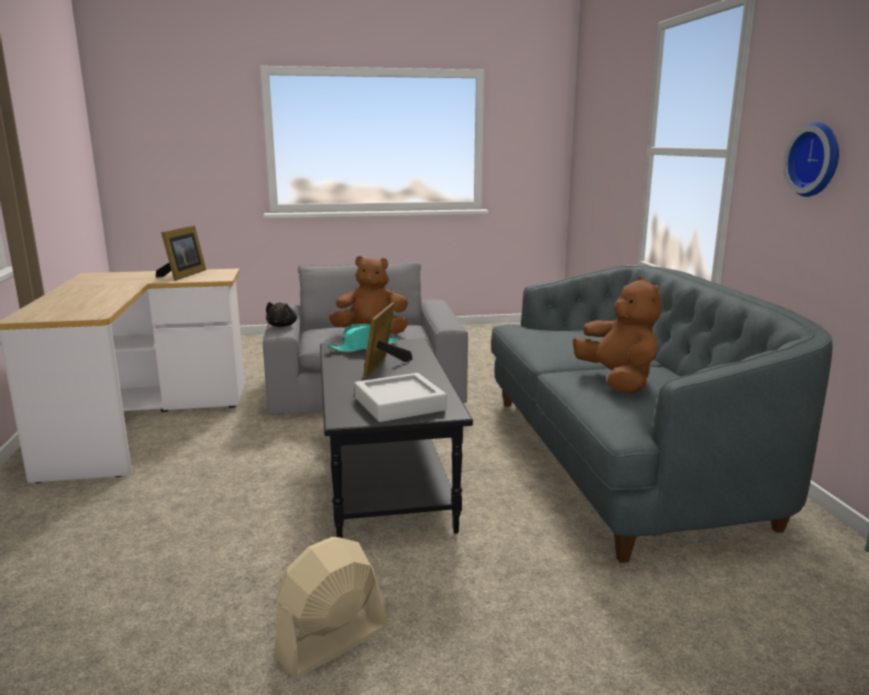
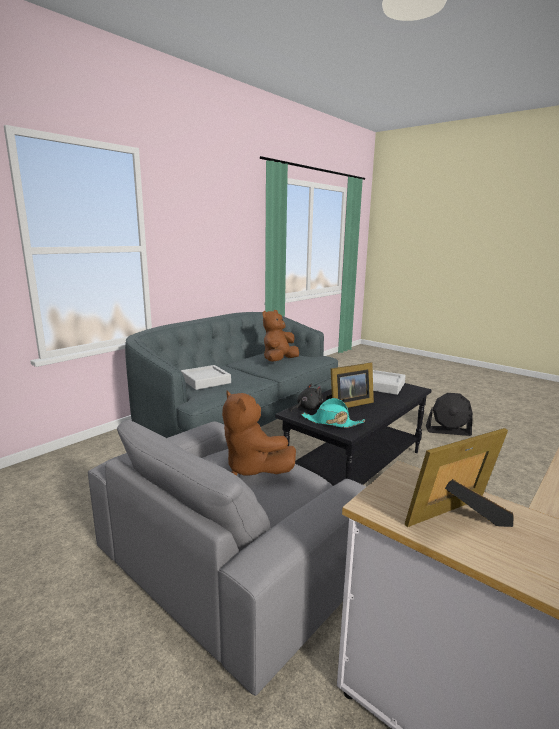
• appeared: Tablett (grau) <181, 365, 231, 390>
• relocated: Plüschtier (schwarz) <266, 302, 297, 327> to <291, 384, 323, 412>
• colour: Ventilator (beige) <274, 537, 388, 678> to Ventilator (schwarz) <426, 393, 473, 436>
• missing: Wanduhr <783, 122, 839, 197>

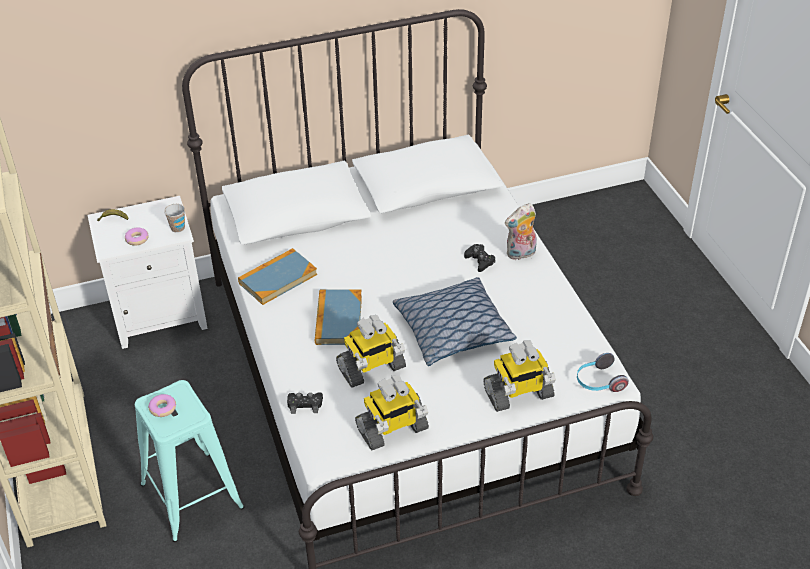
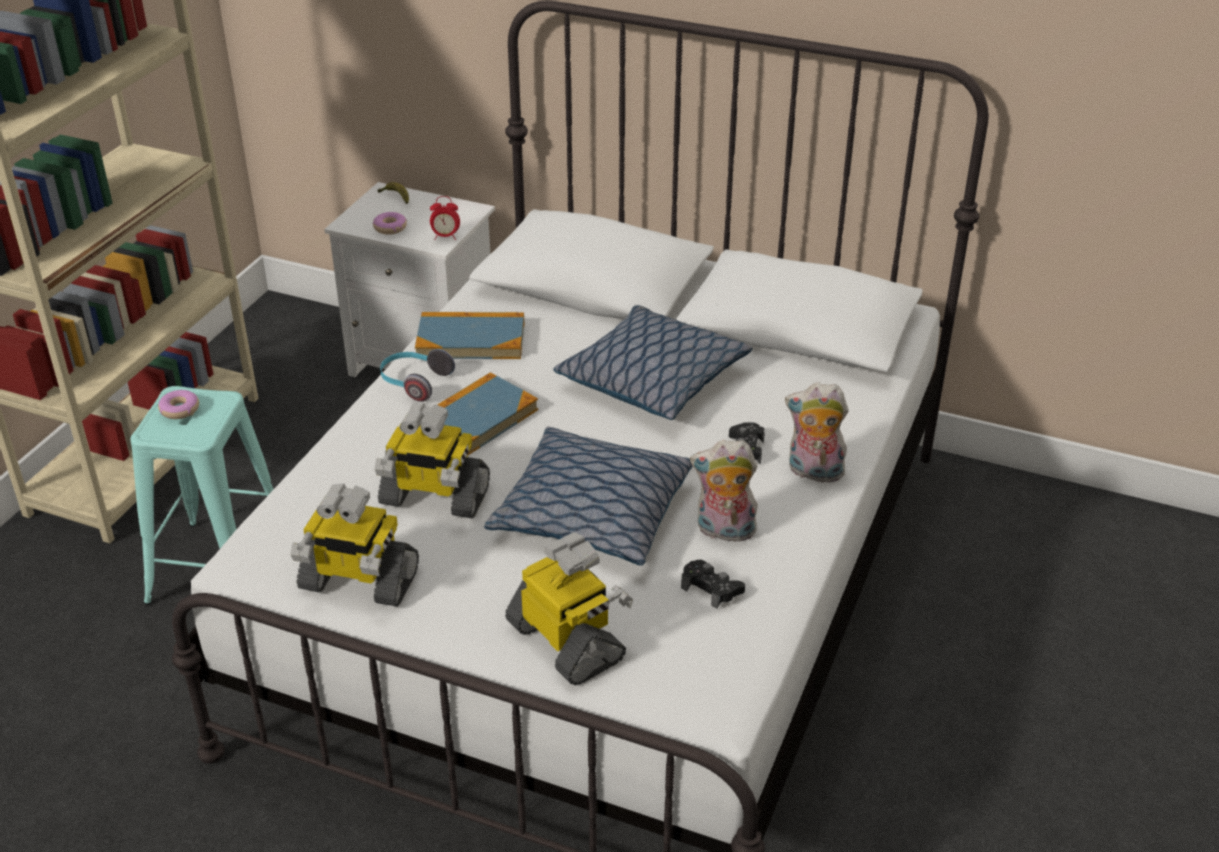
• relocated: Kopfhörer <577, 353, 629, 392> to <380, 349, 455, 402>
• exchanged: Tasse <164, 204, 185, 233> to Wecker <430, 196, 460, 240>
• spun: Spielzeugroboter <483, 341, 556, 412> = <505, 532, 633, 685> 150 degrees counterclockwise
• appeared: Kissen <553, 305, 752, 420>
• relocated: Gamepad (schwarz) <287, 392, 323, 414> to <681, 560, 745, 609>
• appeared: Plüschtier <690, 440, 758, 542>

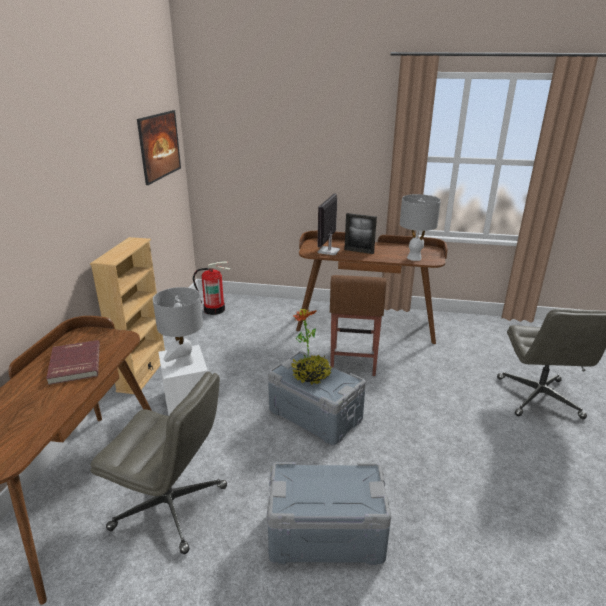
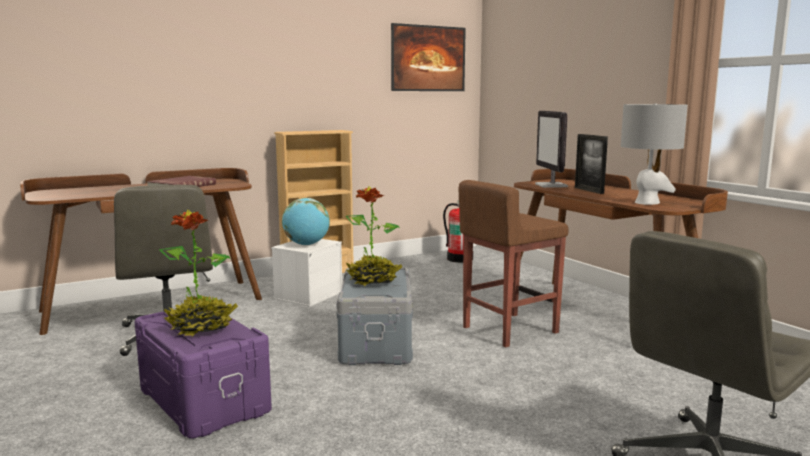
• colour: Aufbewahrungsbox (grau) <267, 462, 391, 565> to Aufbewahrungsbox (lila) <135, 311, 272, 438>
• appeared: Topfpflanze <159, 210, 238, 337>
• exchanged: Tischlampe (grau) <153, 287, 203, 366> to Globus <282, 198, 330, 245>
• spun: Monitor <318, 194, 340, 255> = <535, 111, 568, 188> 75 degrees counterclockwise

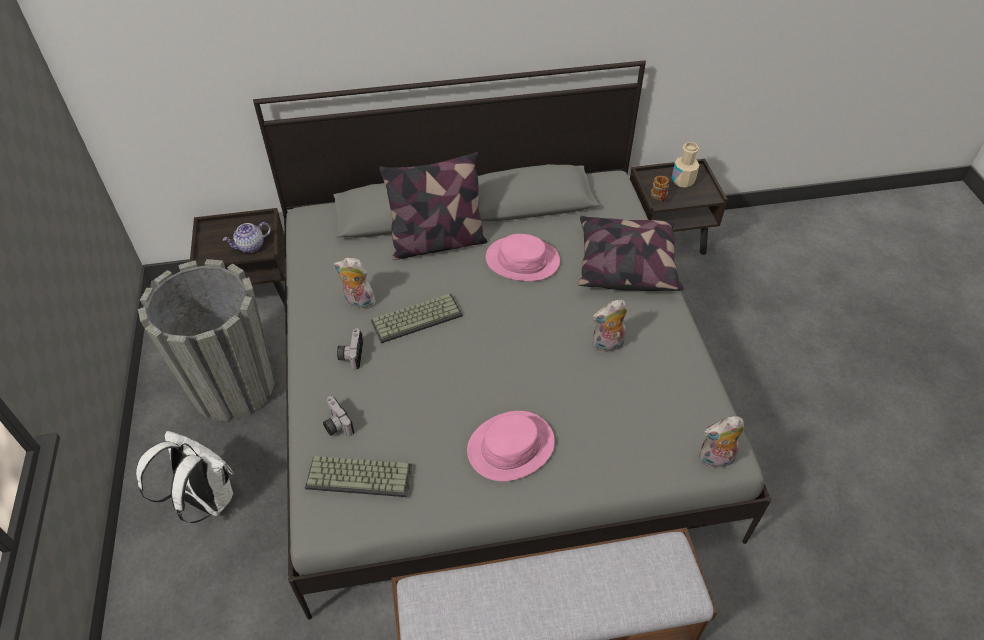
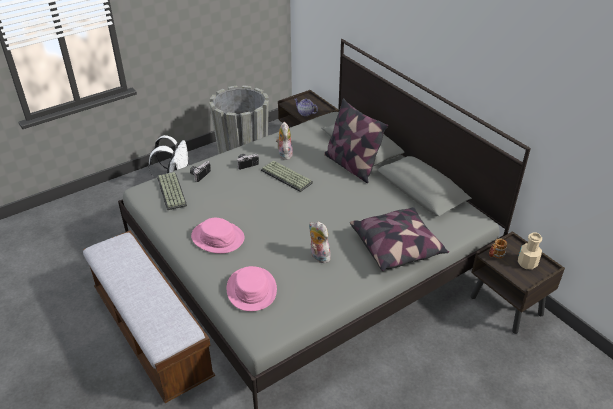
• relocated: Hut (rosa) <486, 234, 560, 281> to <227, 266, 277, 311>
• missing: Plüschtier <699, 416, 744, 468>

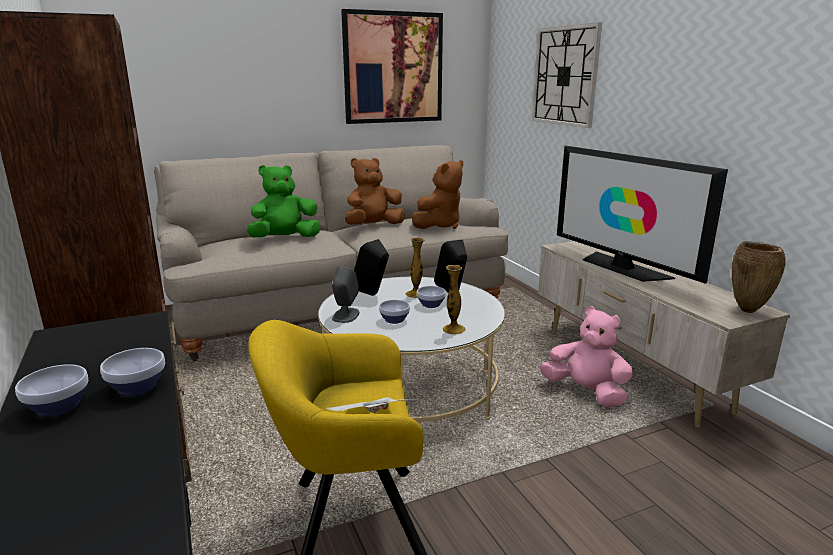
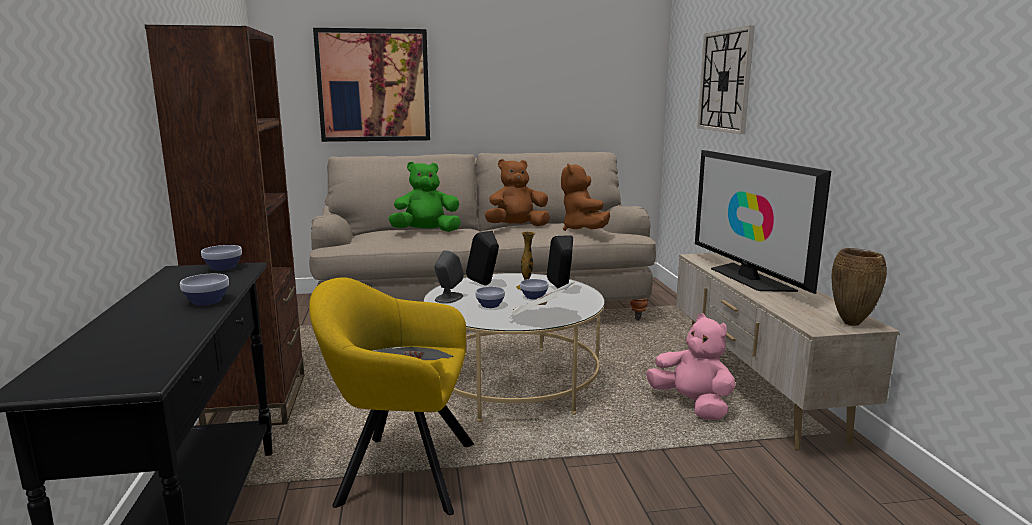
• relocated: Schüssel <15, 364, 88, 417> to <201, 245, 242, 271>
• relocated: Bild <341, 9, 443, 124> to <313, 28, 430, 142>
• exchanged: Vase <443, 265, 466, 335> to Zeitung <509, 281, 576, 318>
• spun: Plüschtier (braun) <412, 160, 463, 229> = <561, 163, 610, 231> 120 degrees clockwise

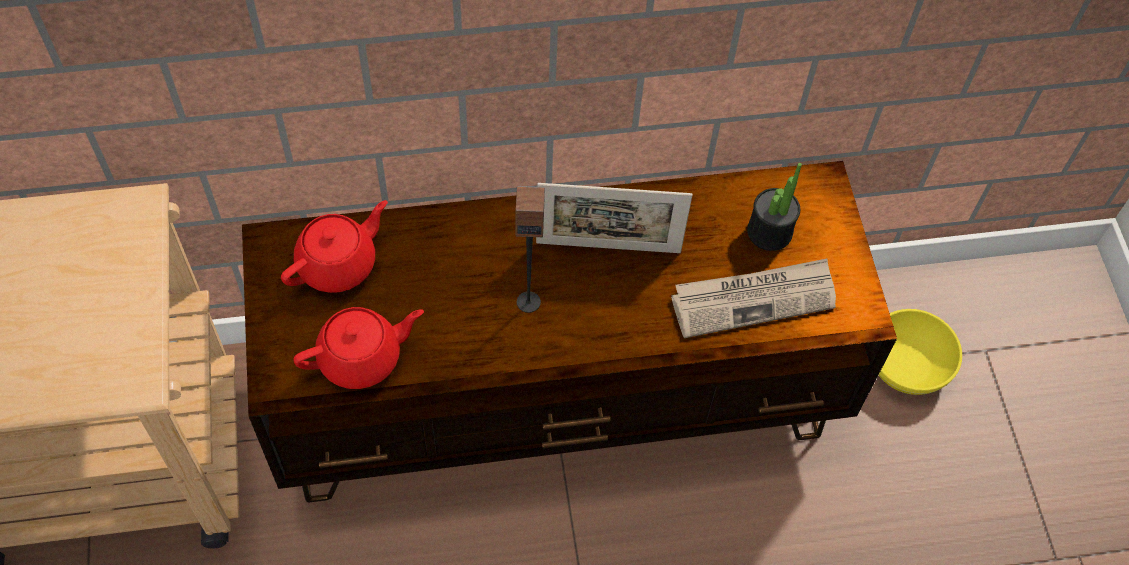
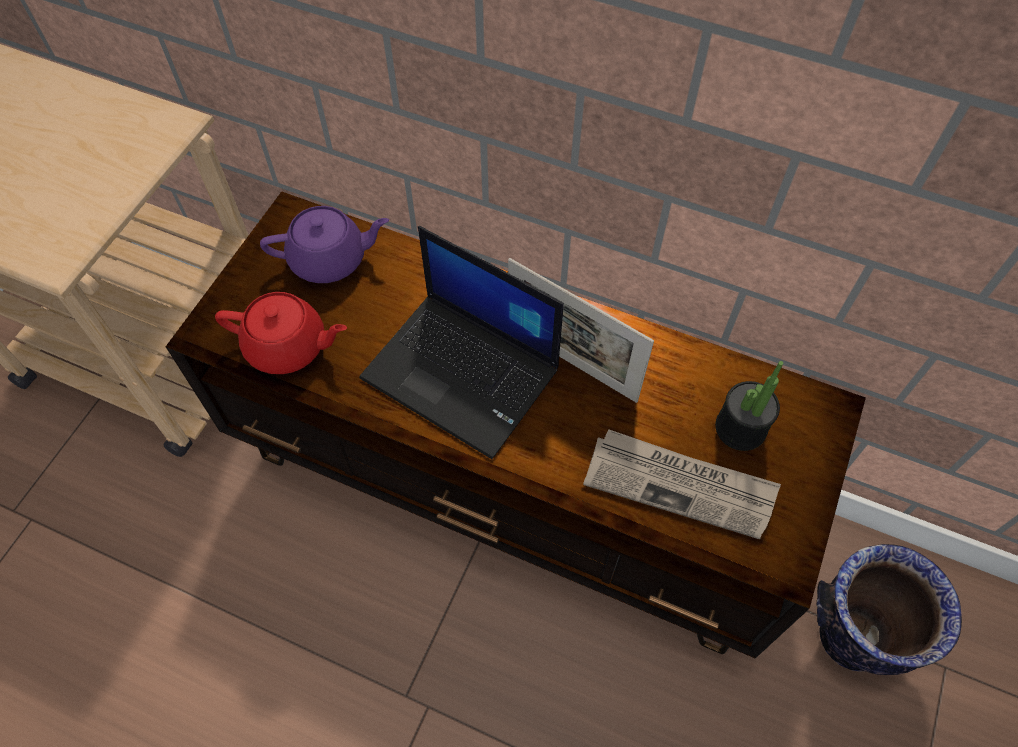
• colour: Teekanne (rot) <281, 200, 388, 293> to Teekanne (lila) <260, 206, 389, 283>
• exchanged: Lautsprecher <516, 186, 545, 313> to Laptop <359, 226, 564, 459>
• exchanged: Schüssel (gelb) <879, 309, 962, 395> to Vase <817, 544, 962, 675>

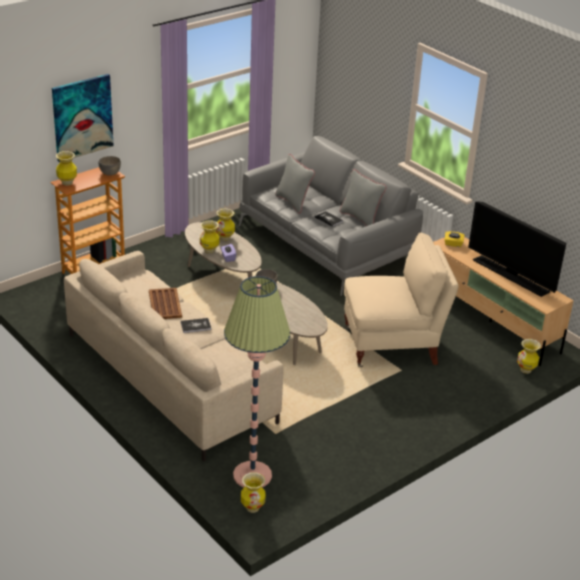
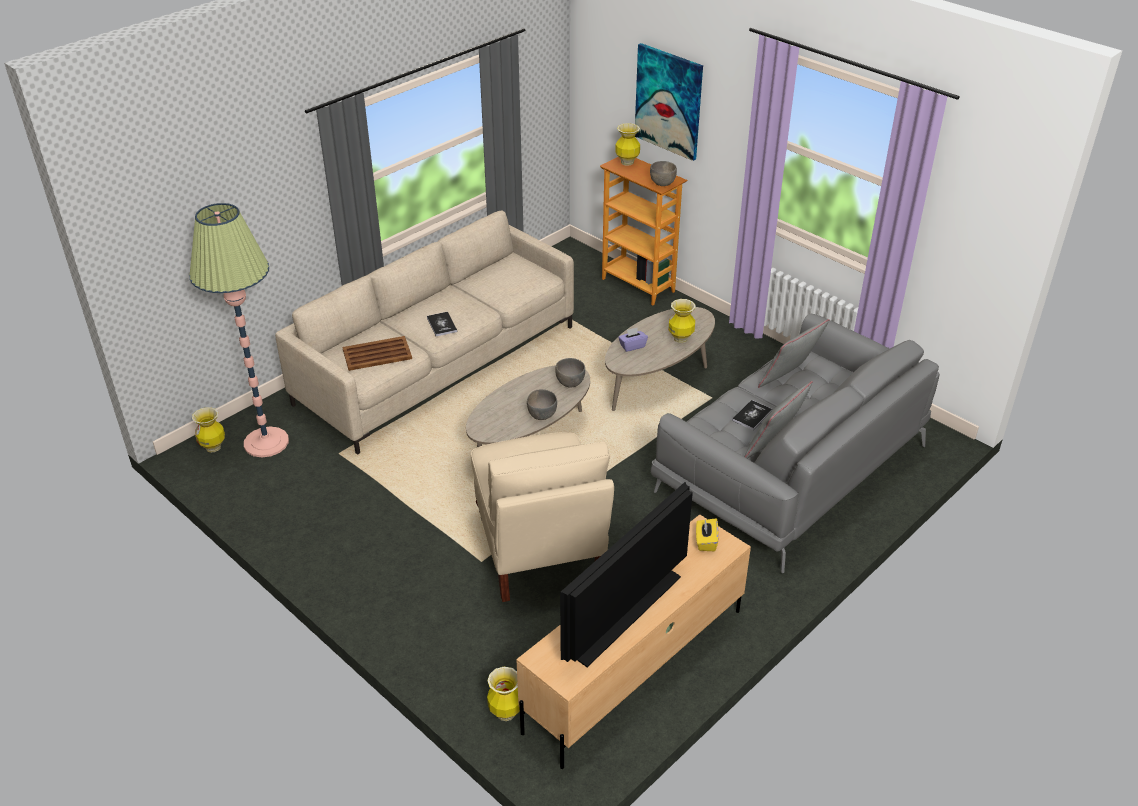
• relocated: Tablett (braun) <149, 288, 182, 319> to <342, 336, 412, 371>
• appeared: Schüssel (grau) <527, 389, 557, 420>
• missing: Vase <200, 220, 219, 253>

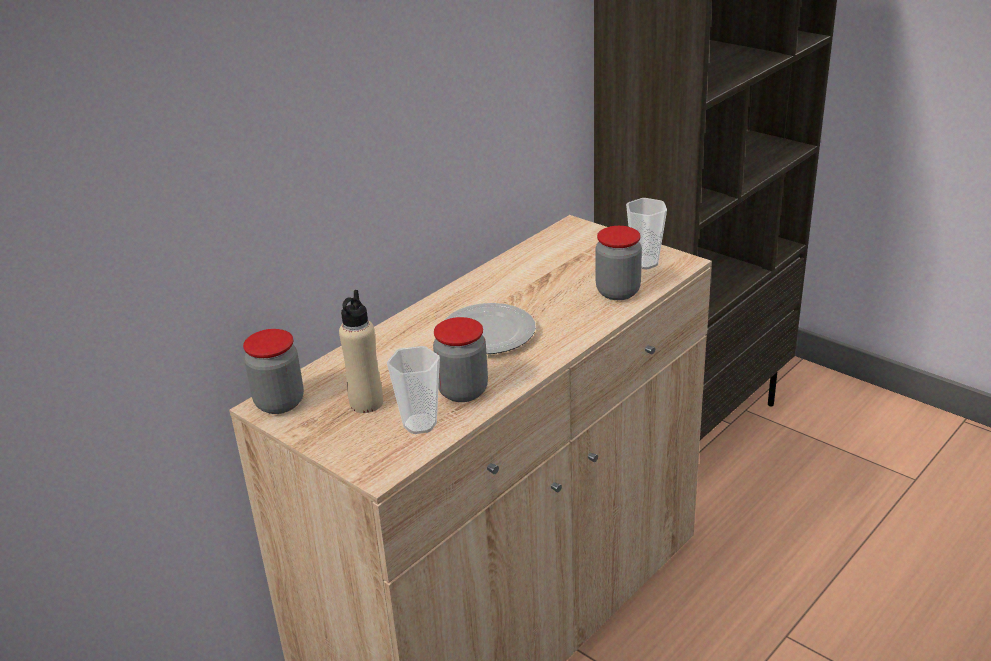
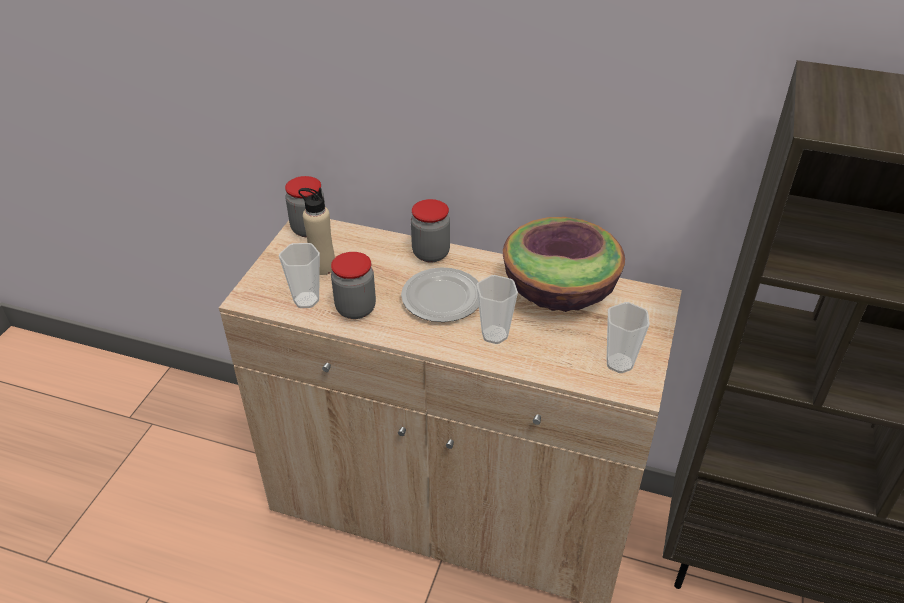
• relocated: Vorratsglas <596, 226, 642, 300> to <411, 199, 450, 263>
• appeared: Tasse <476, 275, 518, 344>
• appeared: Schüssel <503, 217, 625, 312>

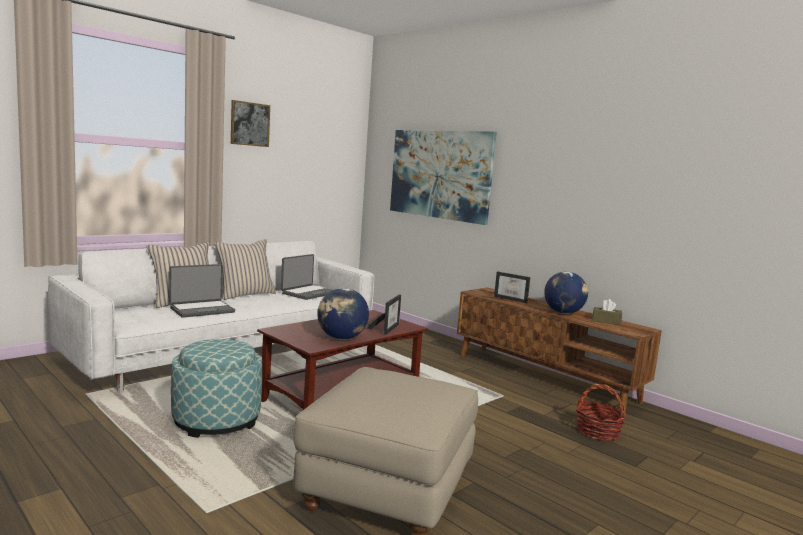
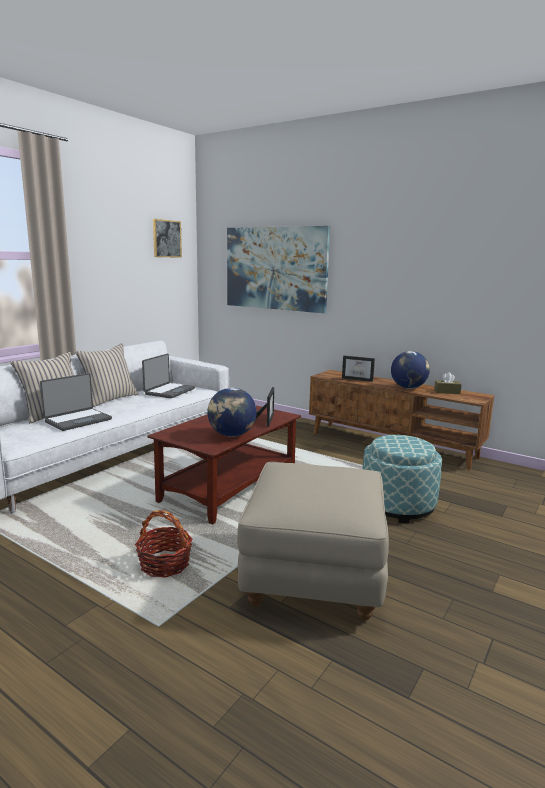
• relocated: Korb <576, 384, 626, 441> to <135, 510, 193, 578>
• relocated: Bild <231, 100, 270, 147> to <153, 219, 182, 258>
• relocated: Polsterhocker <171, 339, 262, 438> to <362, 435, 442, 523>

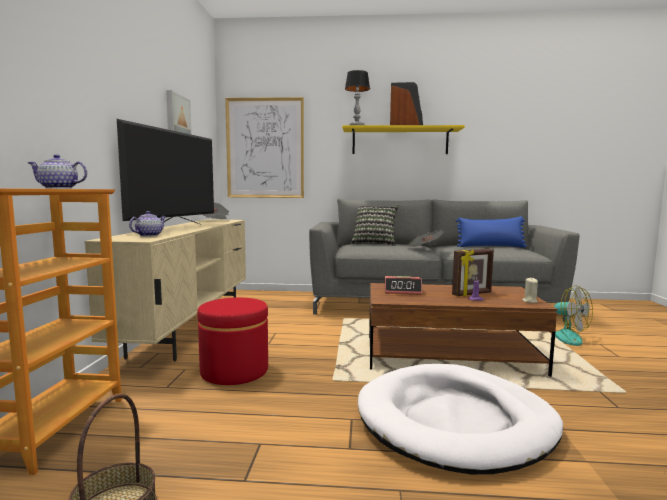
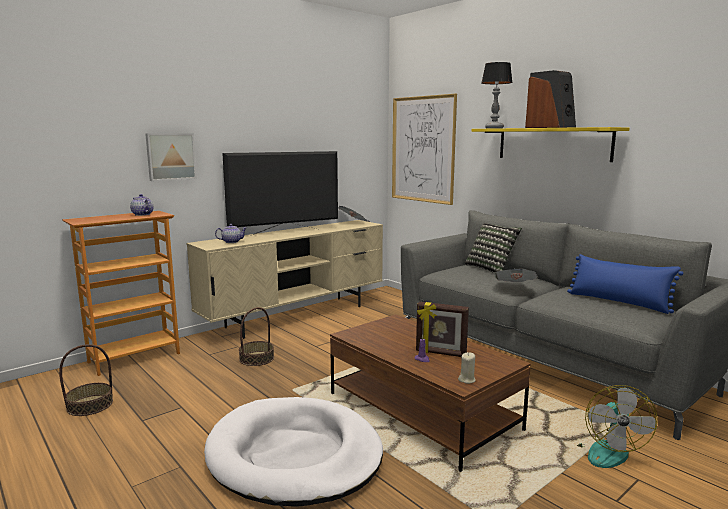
• relocated: Bild <166, 90, 192, 135> to <145, 133, 197, 181>
• exchanged: Polsterhocker (rot) <197, 298, 268, 385> to Korb <239, 307, 274, 366>
• missing: Wecker <385, 276, 422, 295>

